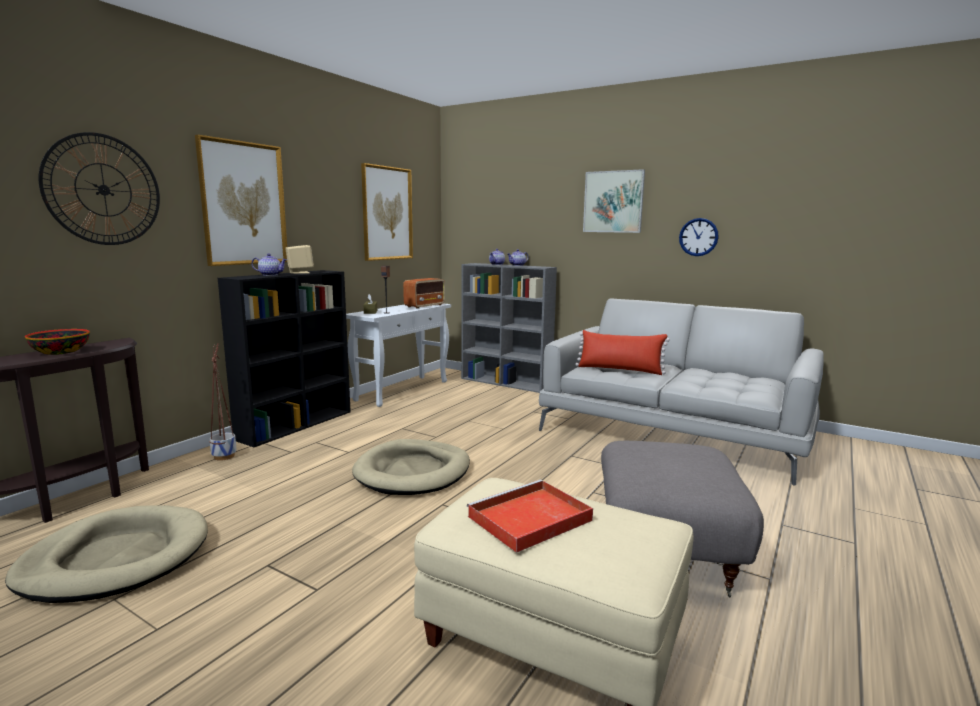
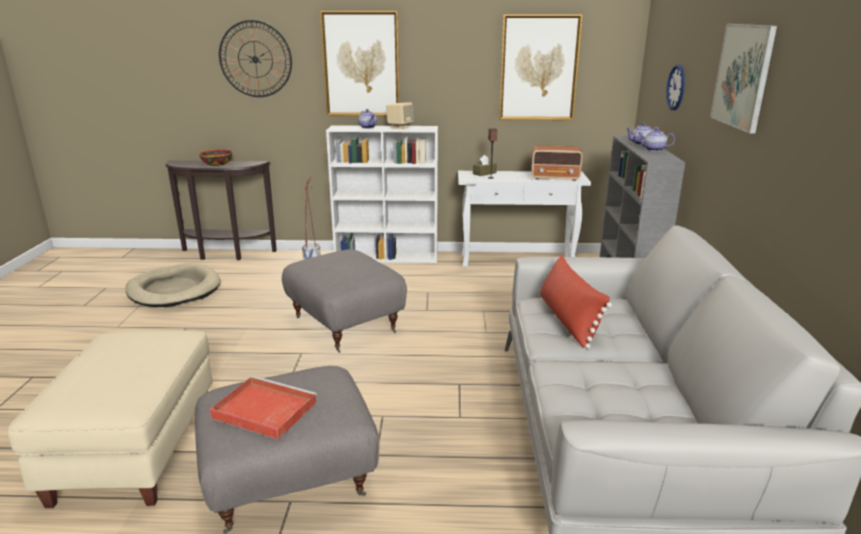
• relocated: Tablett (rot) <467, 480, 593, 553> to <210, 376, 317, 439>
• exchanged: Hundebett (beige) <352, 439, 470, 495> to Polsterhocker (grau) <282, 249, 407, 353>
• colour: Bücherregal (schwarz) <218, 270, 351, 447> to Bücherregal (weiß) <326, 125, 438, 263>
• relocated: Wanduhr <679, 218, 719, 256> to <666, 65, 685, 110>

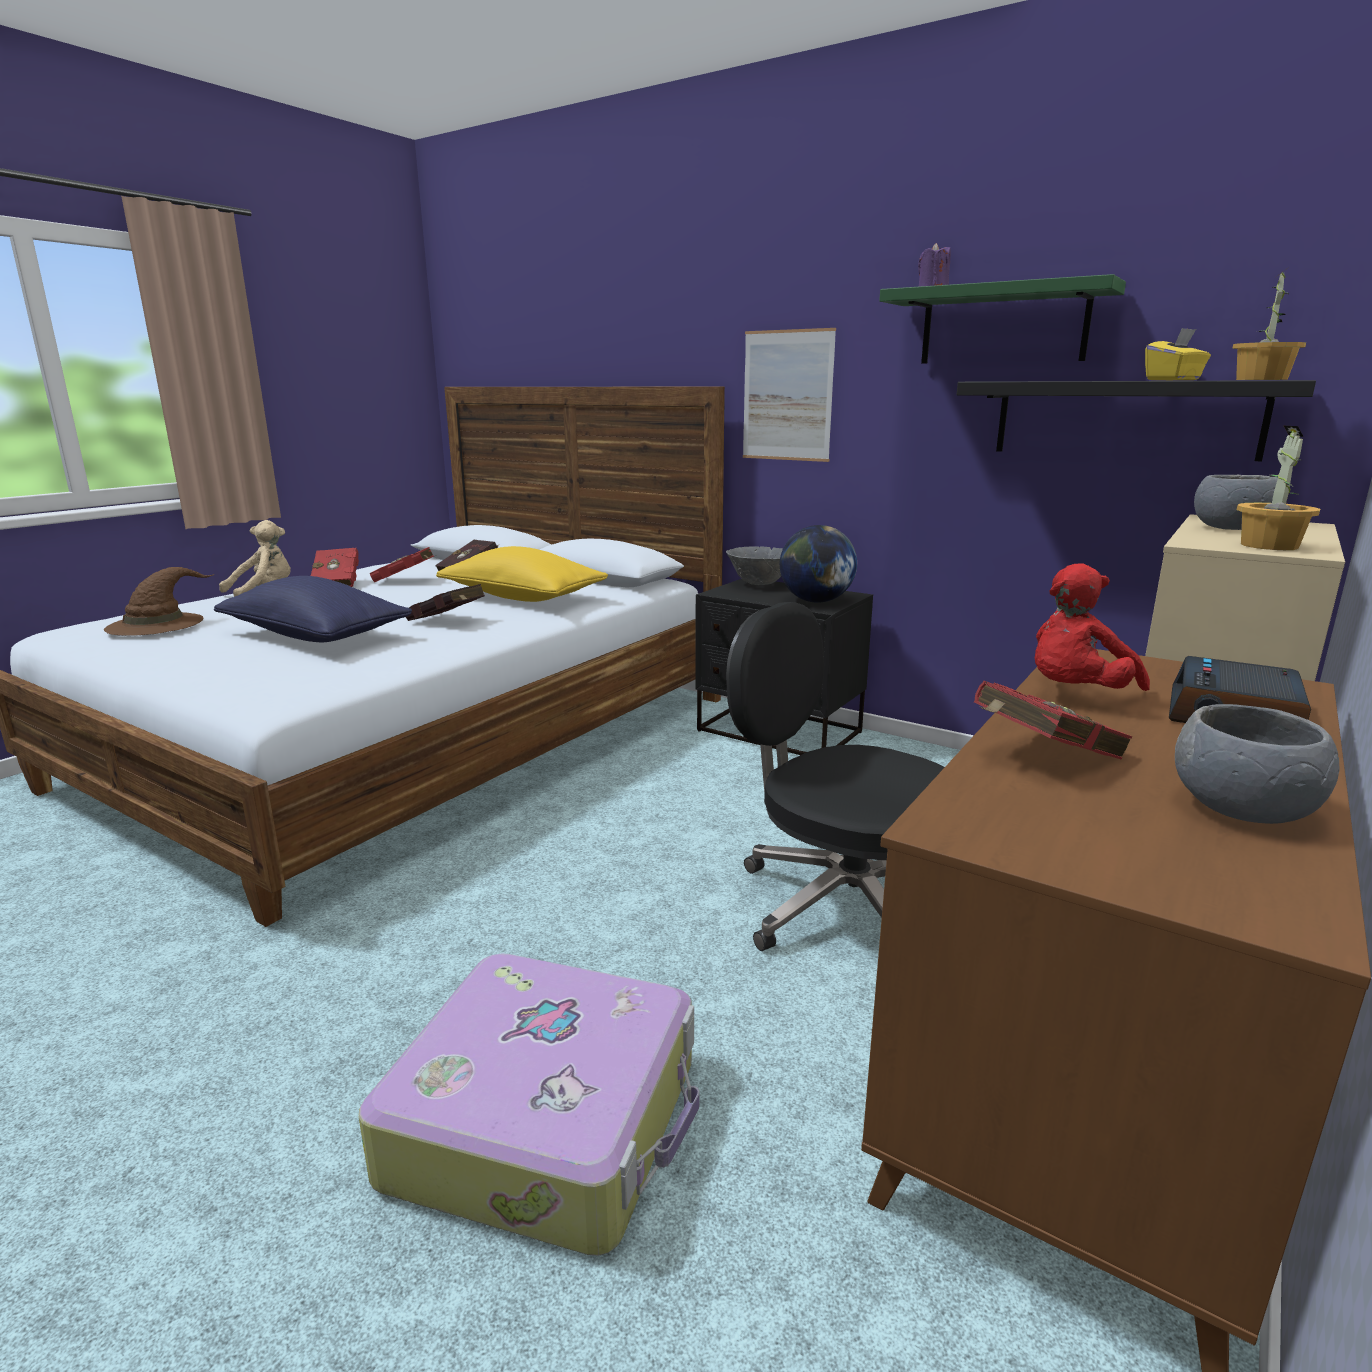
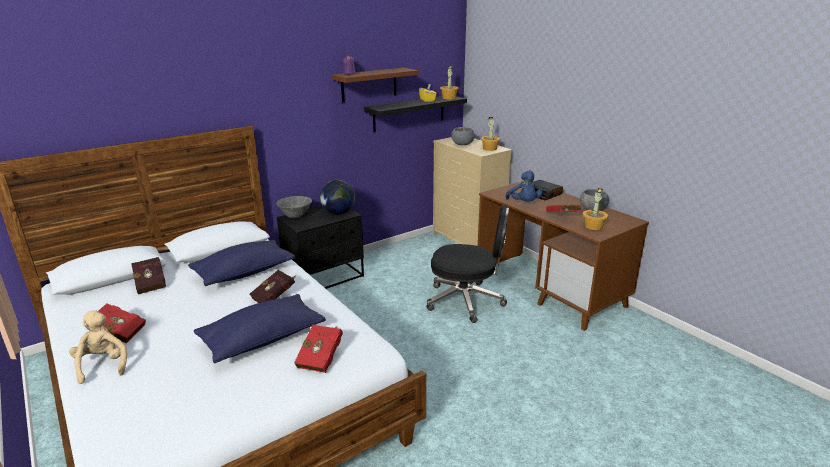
• colour: Kissen (gelb) <436, 546, 608, 602> to Kissen (blau) <188, 240, 296, 286>
• relocated: Buch (rot) <370, 547, 434, 582> to <294, 325, 343, 373>
• colour: Wandregal (grün) <879, 274, 1126, 363> to Wandregal (braun) <331, 68, 419, 102>
• spun: Bürostuhl (schwarz) <726, 602, 945, 951> = <426, 206, 509, 323> 135 degrees counterclockwise
• colour: Plüschtier (rot) <1035, 563, 1150, 691> to Plüschtier (blau) <505, 170, 543, 202>
• appeared: Topfpflanze <583, 188, 608, 230>
• missing: Hut (braun) <104, 567, 214, 636>
• missing: Koffer <359, 953, 700, 1256>
• missing: Bild <743, 328, 836, 462>

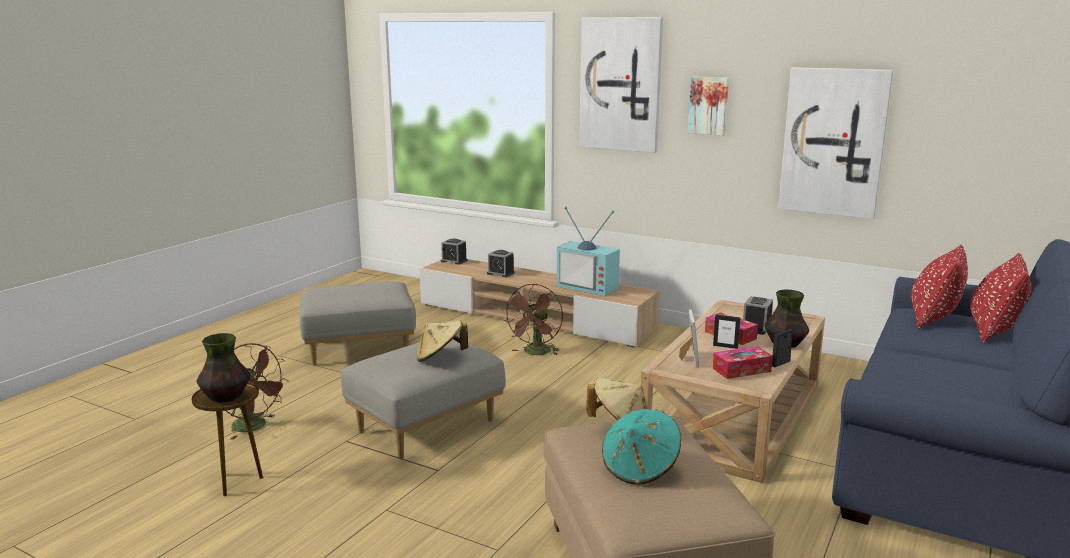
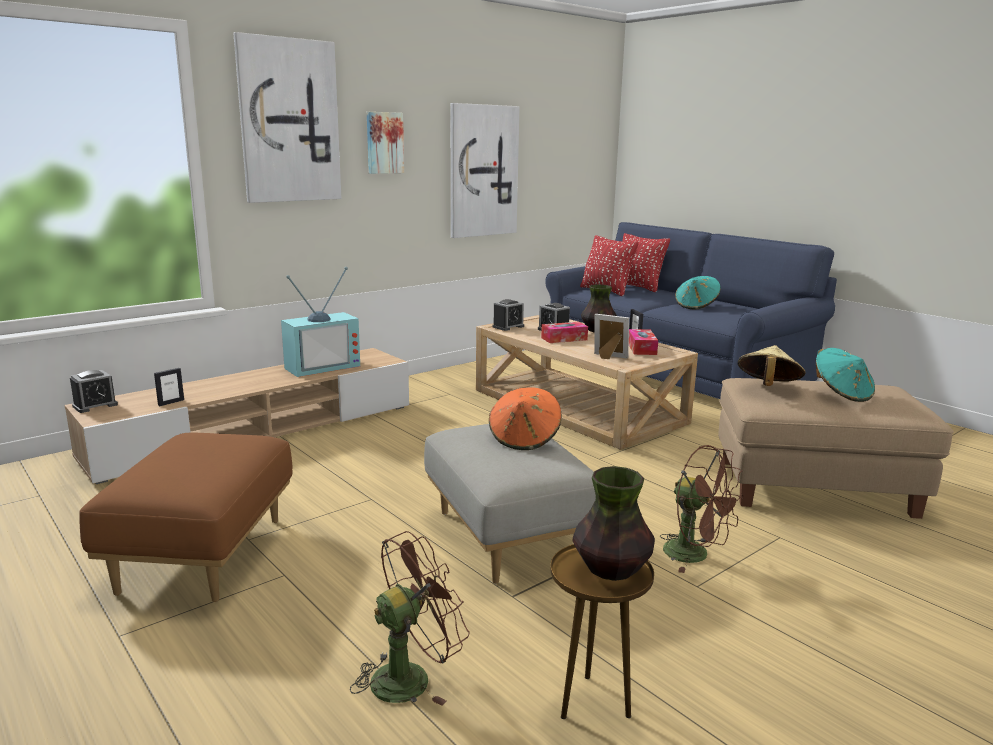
• colour: Polsterhocker (grau) <299, 282, 416, 366> to Polsterhocker (braun) <79, 433, 293, 602>
• relocated: Bilderrahmen <713, 315, 740, 349> to <154, 368, 184, 406>
• colour: Hut (beige) <416, 320, 468, 362> to Hut (orange) <489, 387, 562, 450>
• relocated: Wecker <487, 250, 515, 277> to <492, 299, 524, 331>
• relocated: Ventilator (braun) <503, 284, 563, 355> to <660, 445, 744, 573>
• appeared: Hut (türkis) <675, 276, 721, 309>

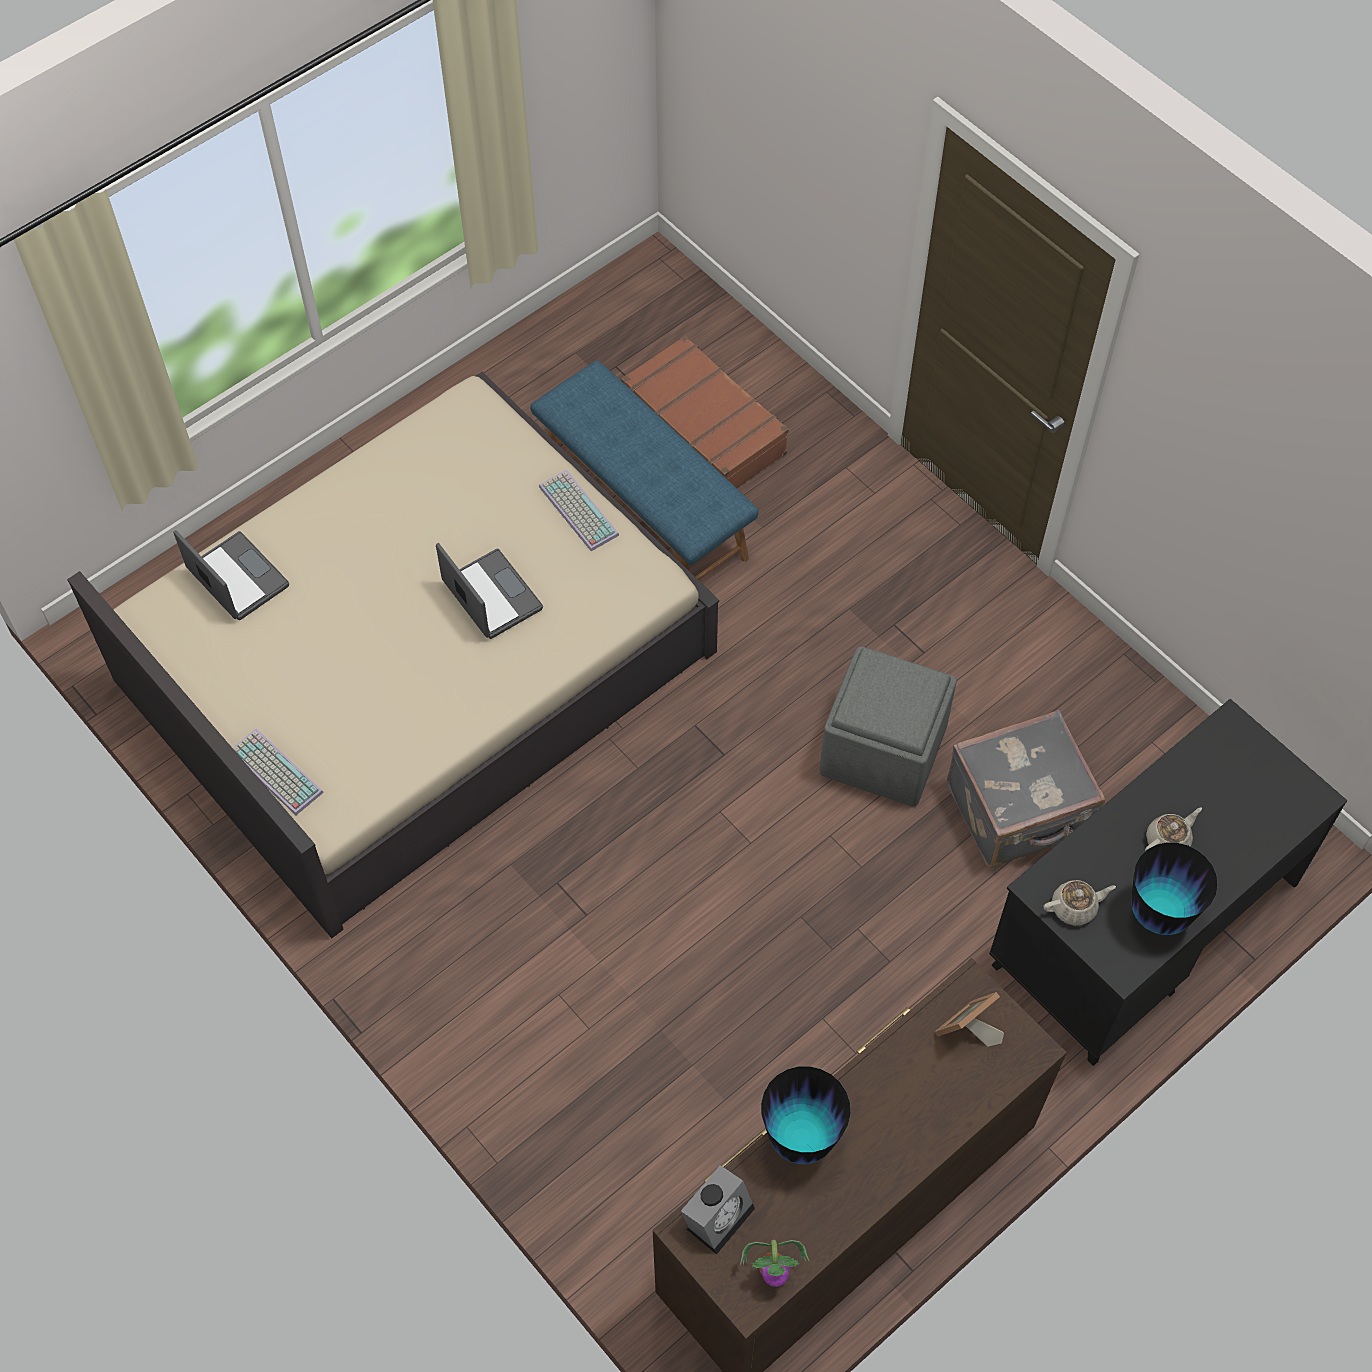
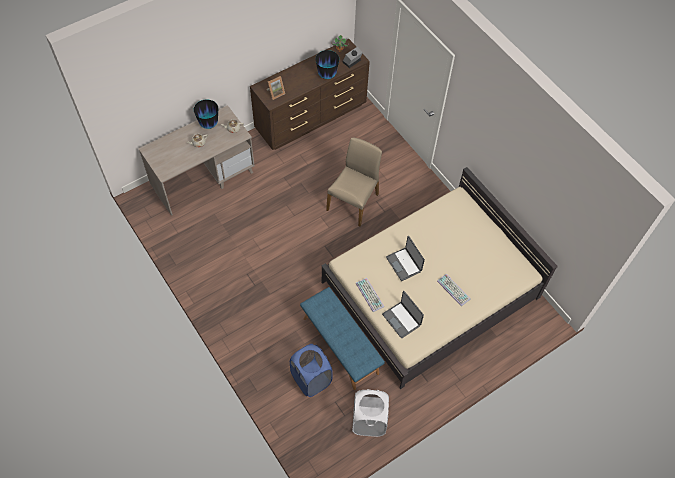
• colour: Schreibtisch (schwarz) <989, 699, 1347, 1066> to Schreibtisch (beige) <138, 105, 255, 216>
• exchanged: Koffer (braun) <621, 336, 789, 488> to Wäschekorb (blau) <290, 344, 333, 397>
• appeared: Stuhl (beige) <326, 137, 382, 226>
• appeared: Wäschekorb (weiß) <352, 389, 389, 437>
• relocated: Laptop <173, 530, 289, 620> to <382, 291, 424, 338>
• relocated: Tastatur <232, 728, 324, 815> to <437, 274, 471, 307>
• missing: Polsterhocker (grau) <819, 646, 957, 807>
• missing: Koffer (grau) <947, 710, 1105, 868>

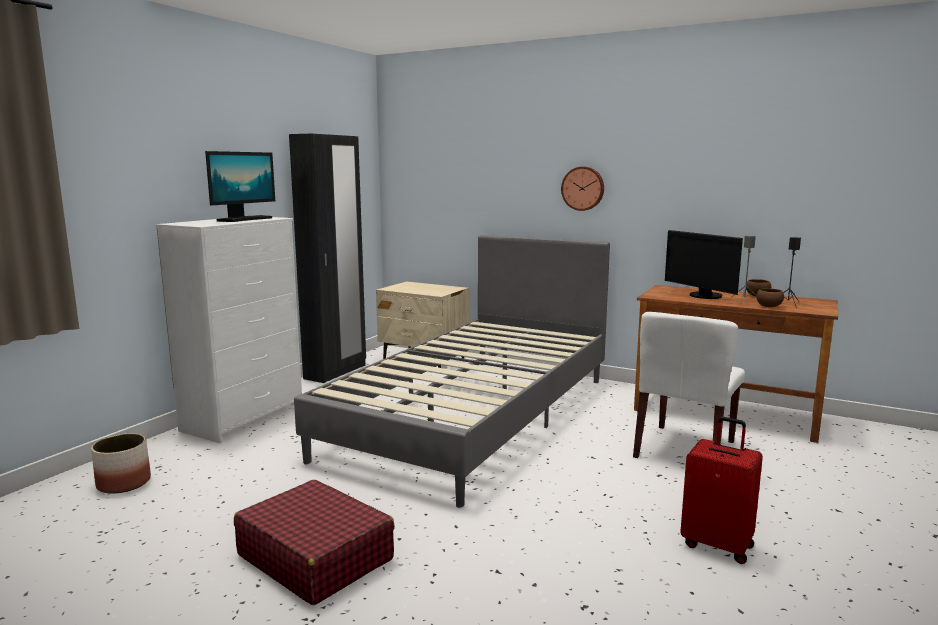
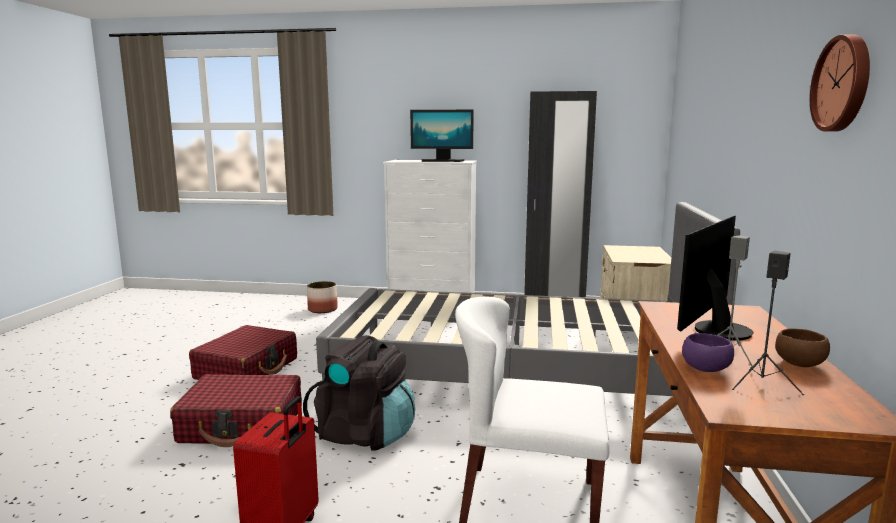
• appeared: Koffer (rot) <170, 374, 302, 447>
• appeared: Rucksack (schwarz) <303, 335, 415, 451>
• colour: Schüssel (braun) <756, 288, 784, 307> to Schüssel (lila) <682, 333, 734, 372>
• relocated: Wanduhr <561, 167, 604, 211> to <810, 34, 870, 131>

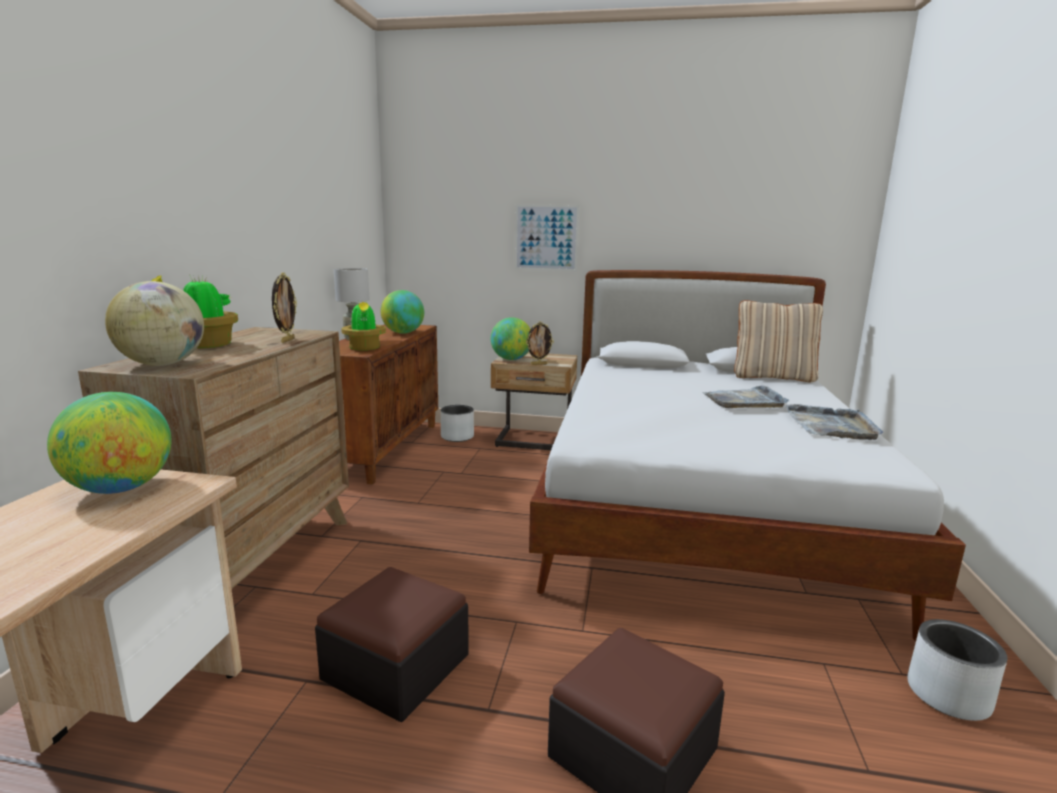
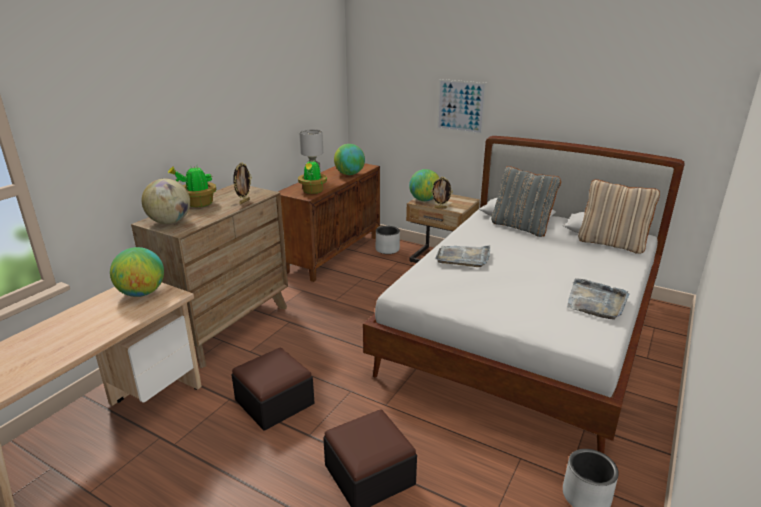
• relocated: Tablett (grau) <703, 385, 789, 408> to <436, 245, 490, 267>
• appeared: Kissen (grau) <491, 166, 561, 237>

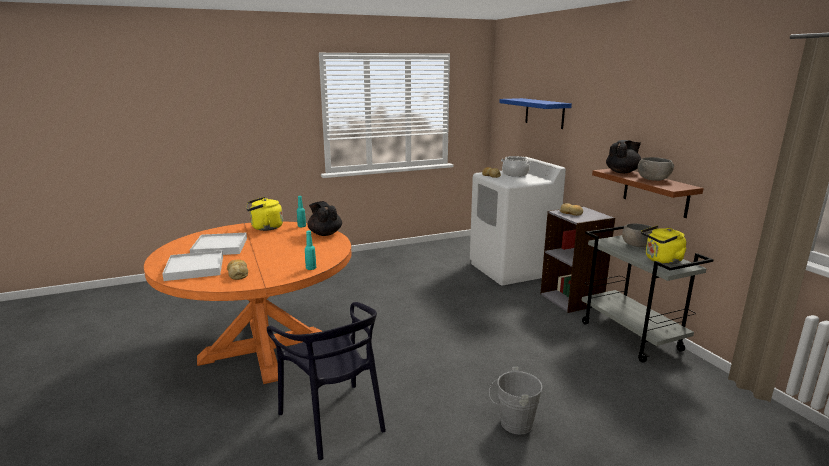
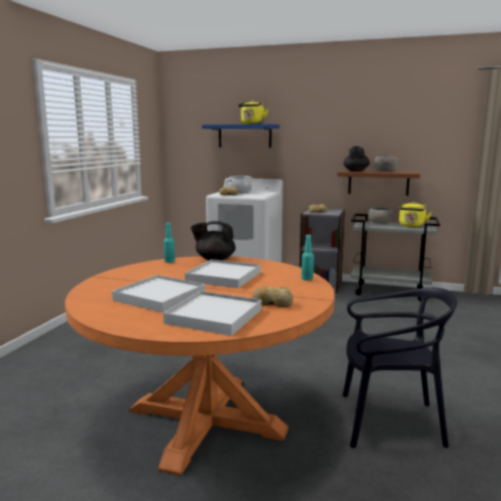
• appeared: Tablett (weiß) <185, 259, 260, 288>
• relocated: Wasserkessel (gelb) <246, 197, 283, 231> to <238, 101, 268, 124>
• missing: Eimer (grau) <489, 367, 543, 435>

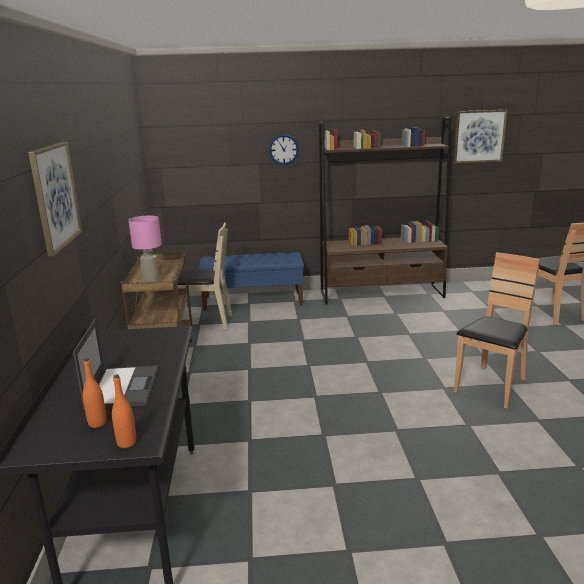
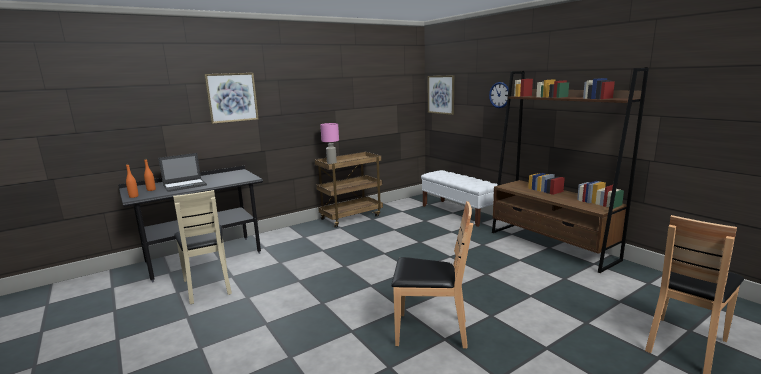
• relocated: Stuhl (beige) <177, 223, 232, 329> to <173, 190, 232, 304>
• colour: Bank (blau) <198, 252, 304, 311> to Bank (weiß) <421, 170, 497, 227>
• relocated: Bild <454, 110, 508, 163> to <428, 75, 454, 115>

